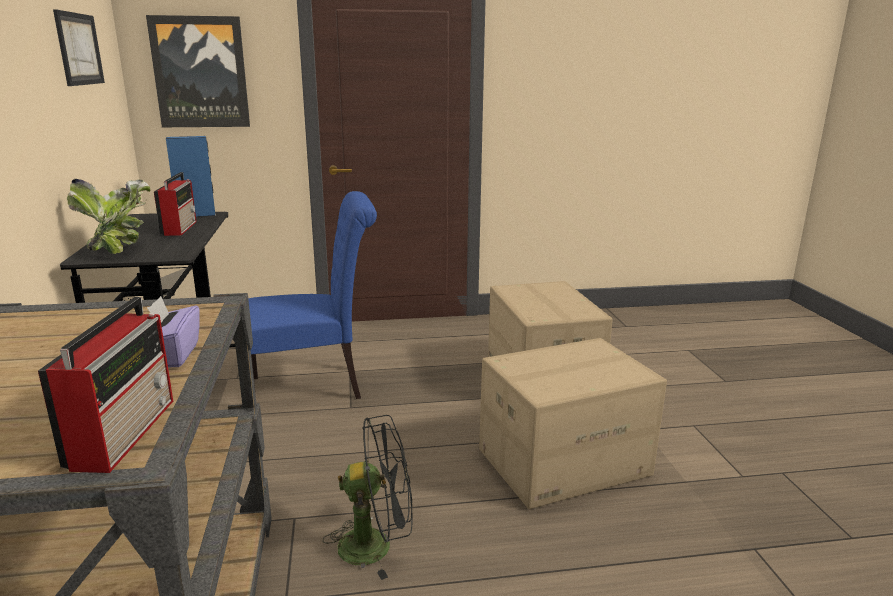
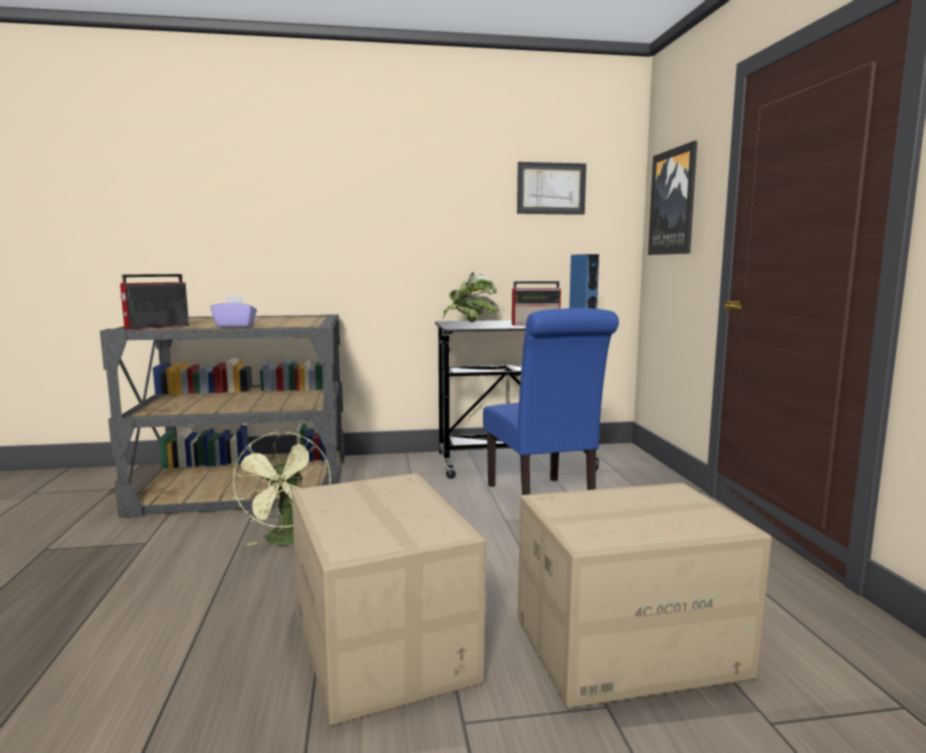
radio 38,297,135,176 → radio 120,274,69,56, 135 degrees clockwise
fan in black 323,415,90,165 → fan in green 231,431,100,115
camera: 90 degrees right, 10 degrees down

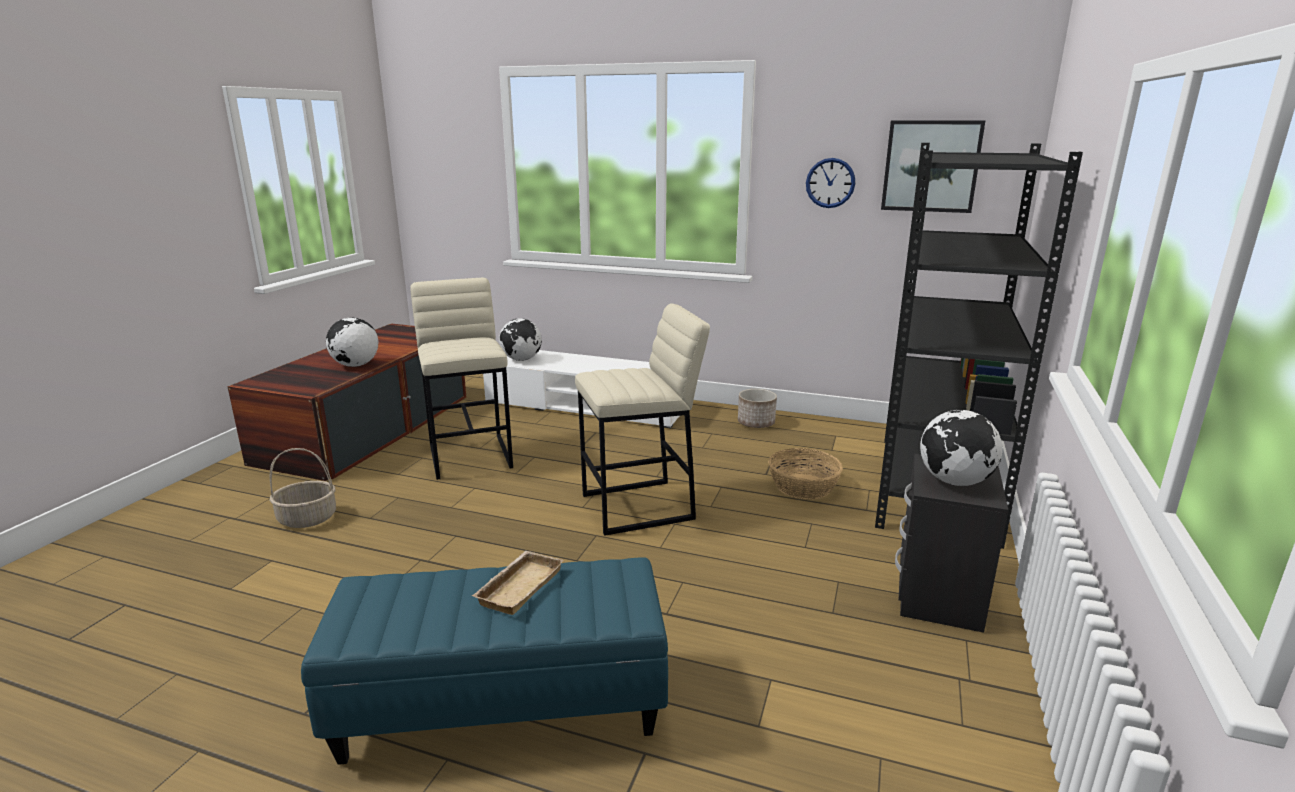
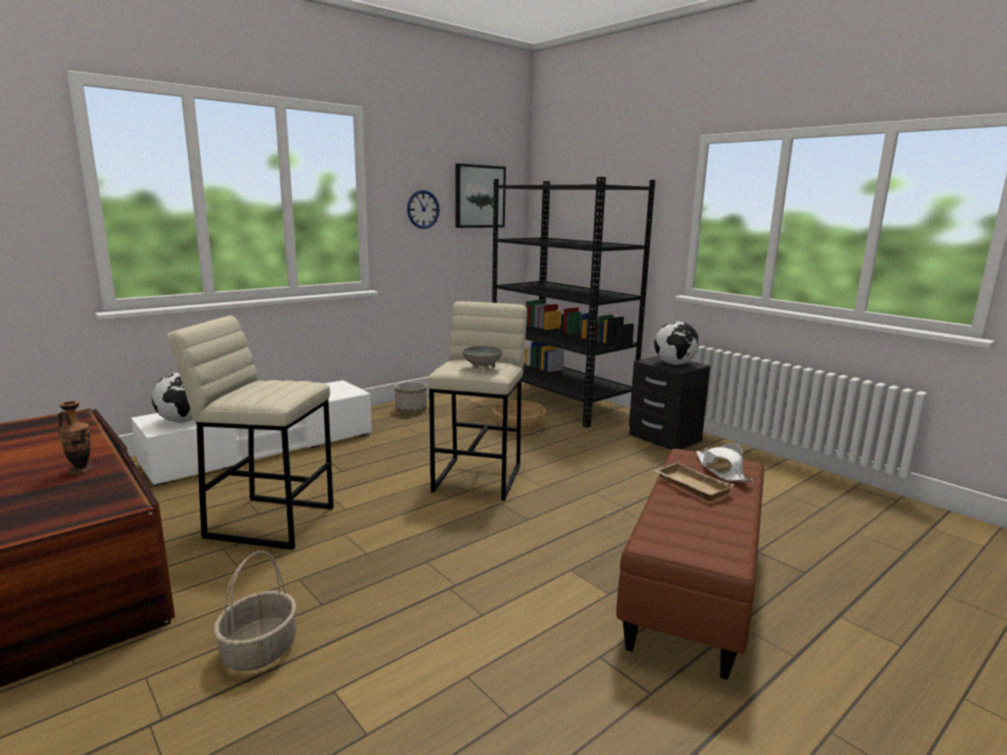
globe 326,317,52,50 → vase 58,401,35,74
ottoman in blue 301,557,367,208 → ottoman in brown 616,449,148,231
- → bowl in grey 462,346,41,24
- → hat in white 696,443,58,39
camera: 60 degrees left, 5 degrees down

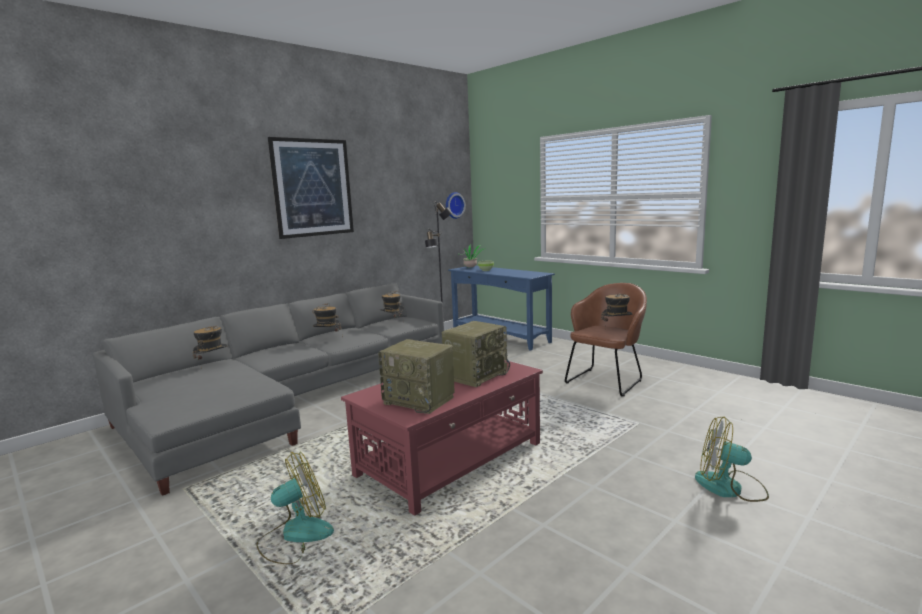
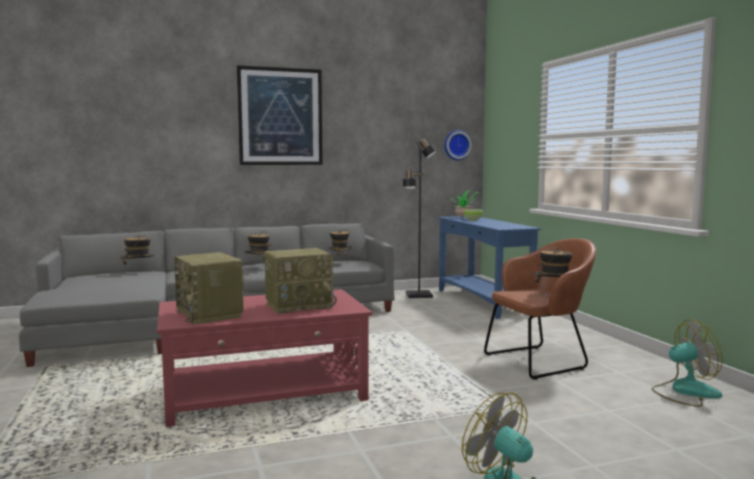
fan 256,452,78,112 → fan 652,320,71,87, shifted
camera: 25 degrees right, 5 degrees down

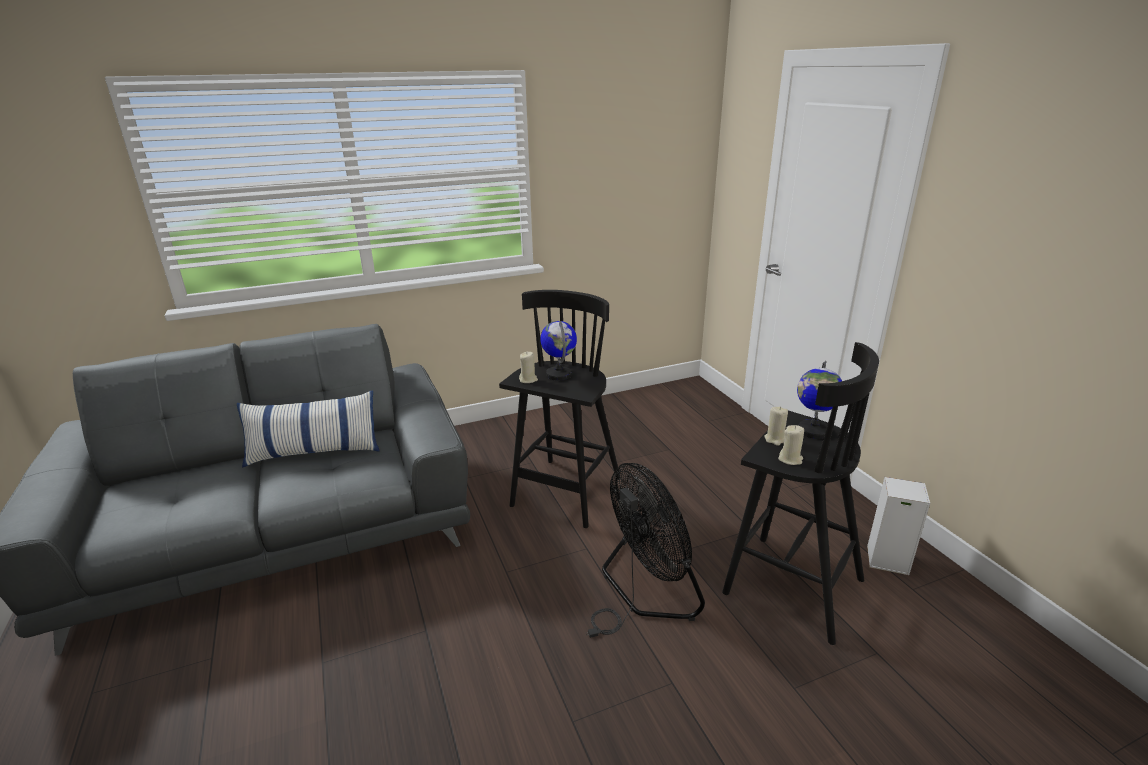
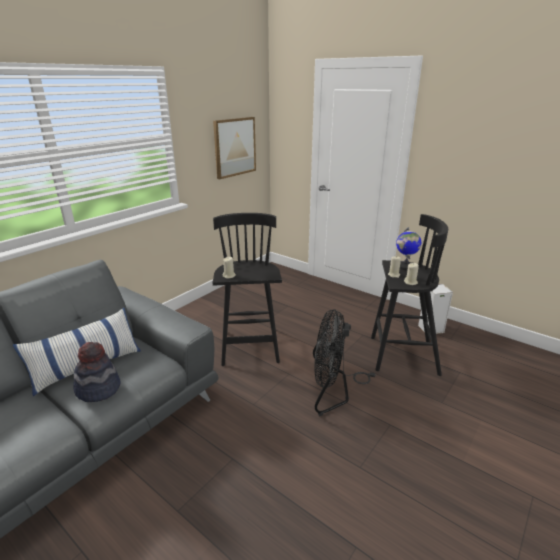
globe 540,321,37,60 → -
fan in black 586,463,119,175 → fan in black 313,309,63,107, 120 degrees counterclockwise
- → picture 213,117,43,62
- → hat 74,342,46,60
camera: 30 degrees left, 0 degrees up

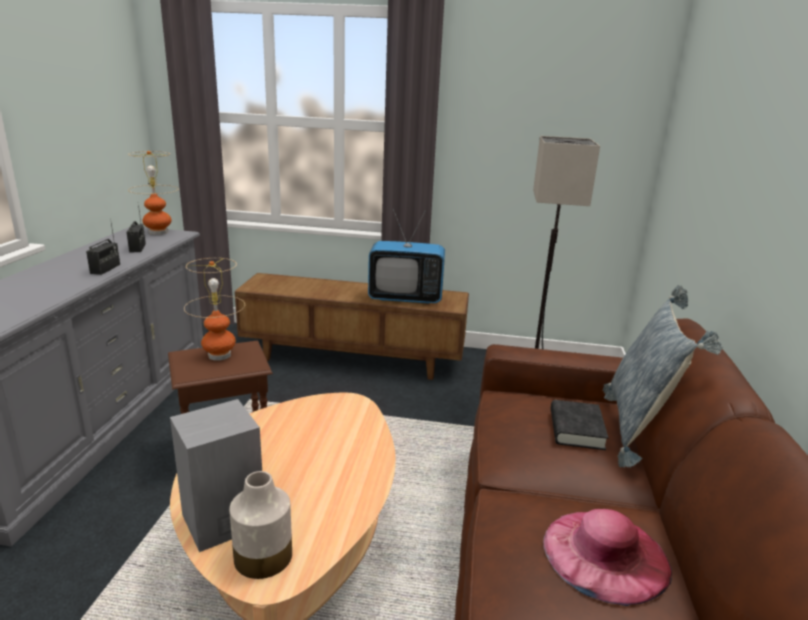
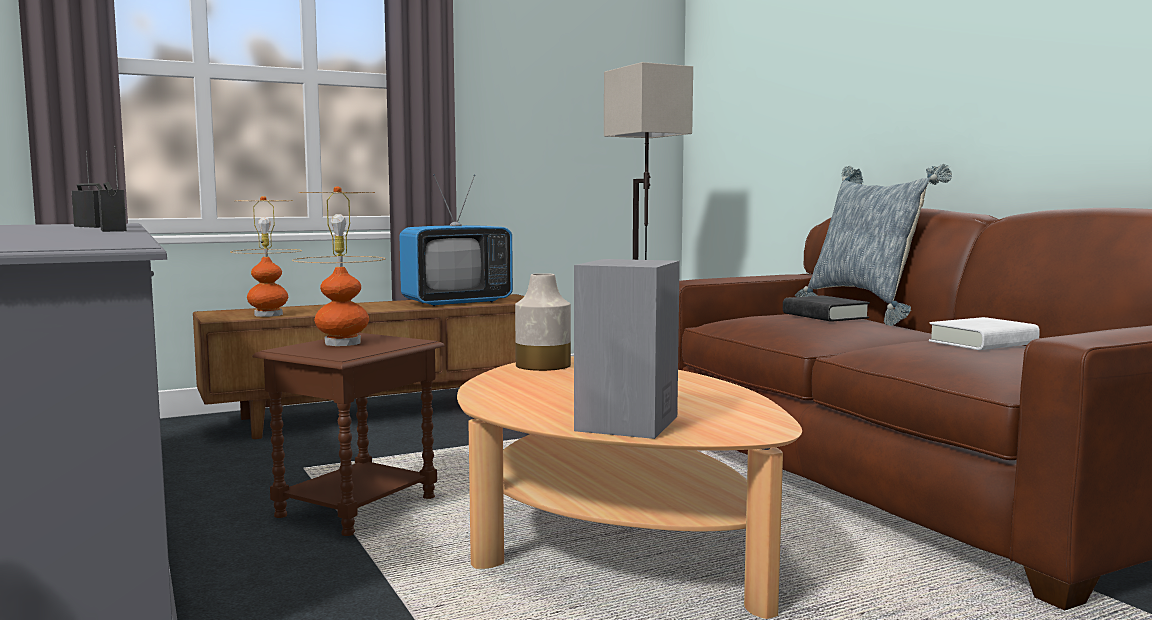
table lamp 128,151,51,84 → table lamp 230,196,72,121, shifted
vase in beige 229,471,63,108 → vase in beige 515,273,56,98, shifted
hat in pink 543,509,129,97 → book in white 929,317,111,33
camera: 35 degrees left, 15 degrees down

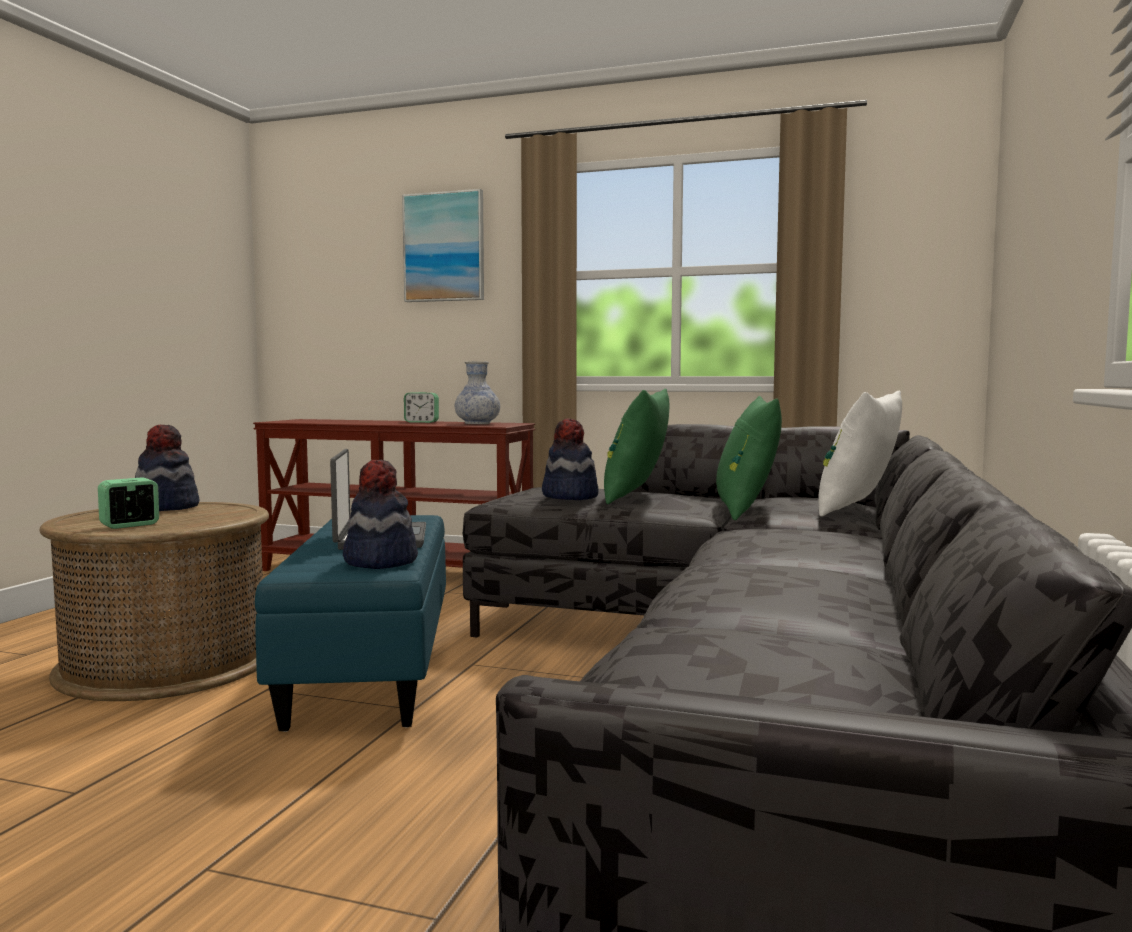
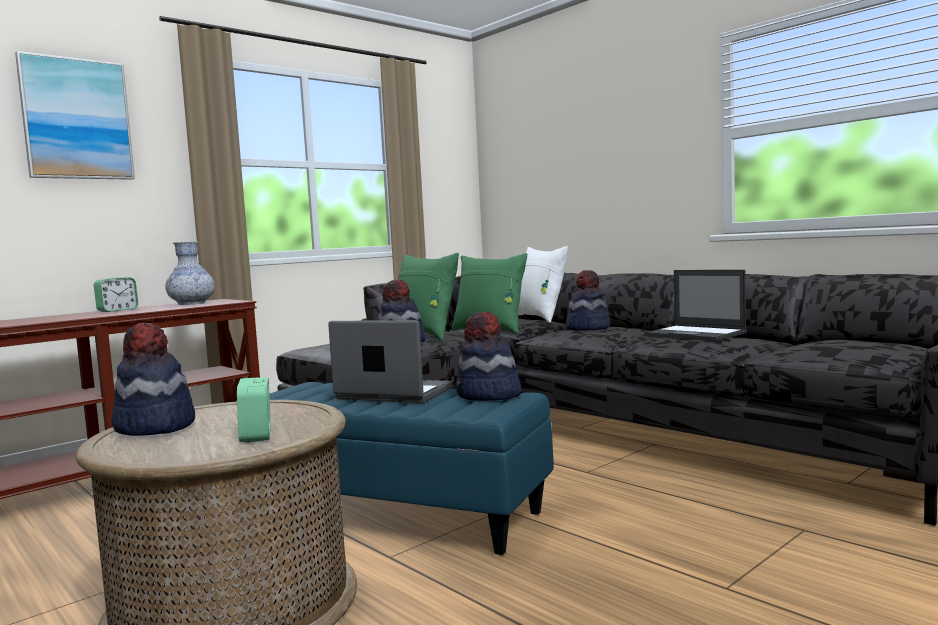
- → hat 566,270,44,61
- → laptop 644,270,103,71
camera: 60 degrees left, 0 degrees up

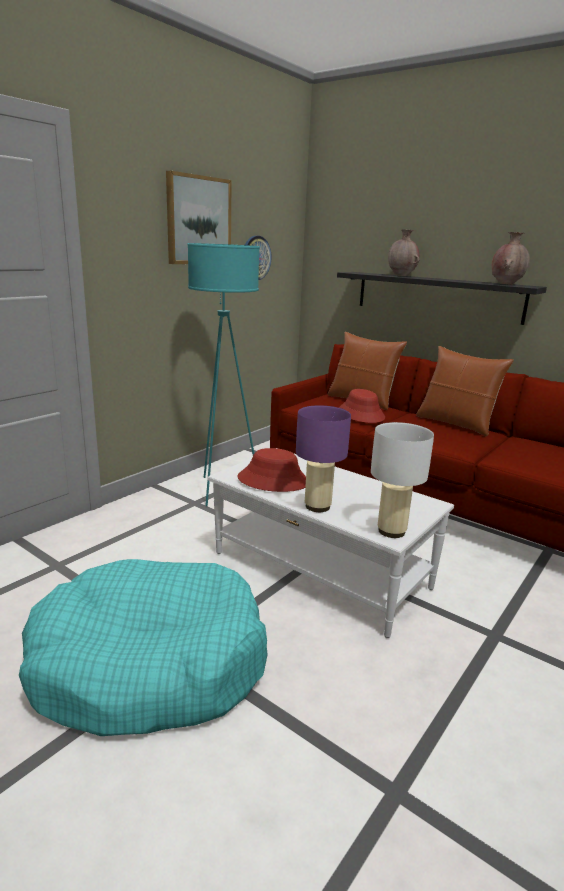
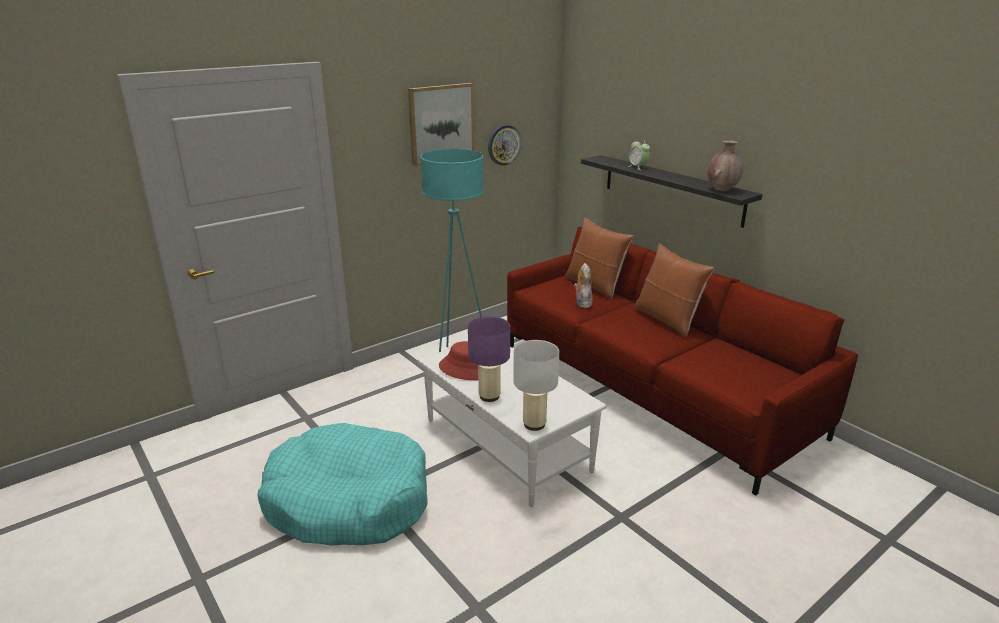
vase in brown 388,229,31,47 → alarm clock 628,139,22,31
hat in red 339,389,46,34 → plush toy 574,263,19,45
camera: 15 degrees right, 5 degrees up

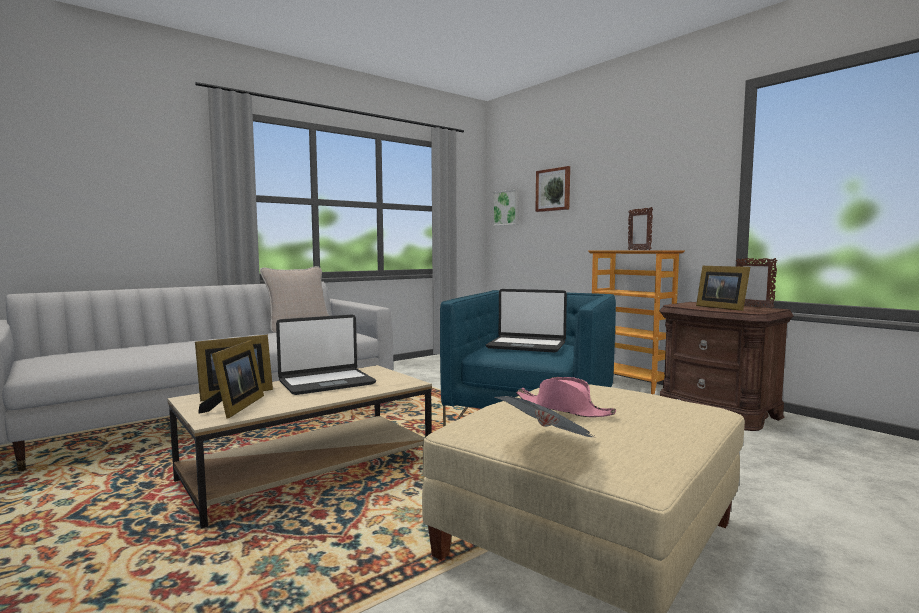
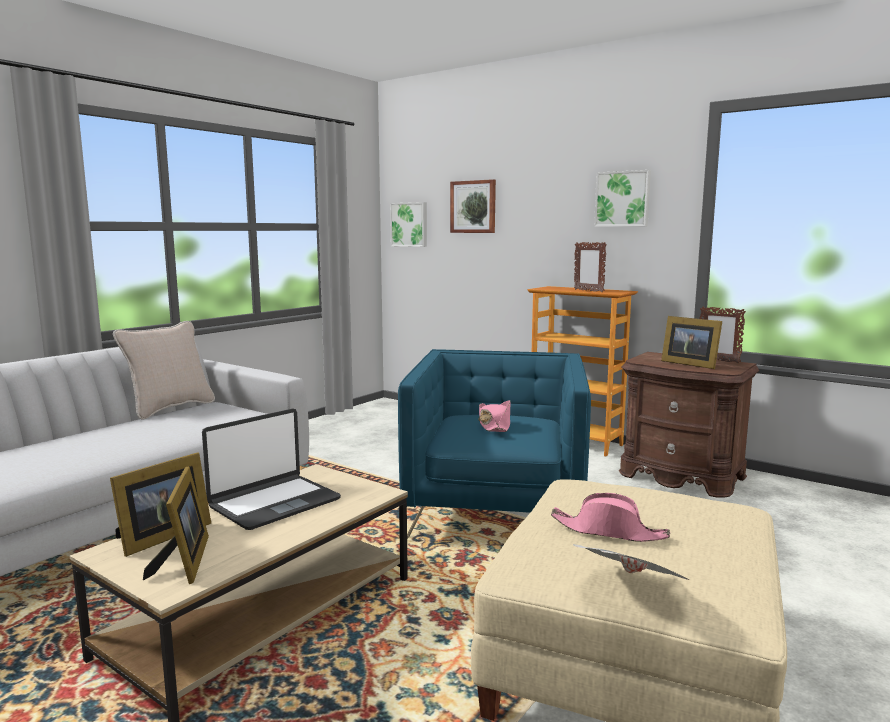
laptop 486,289,81,64 → hat in pink 478,400,33,32
- → picture 594,170,57,57
camera: 15 degrees left, 5 degrees up

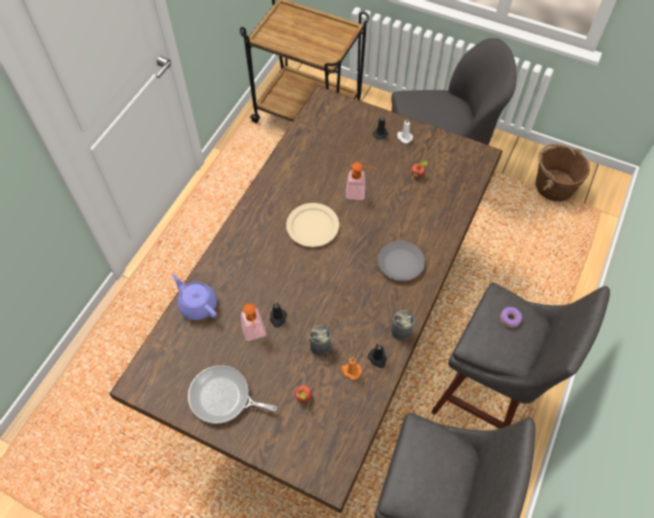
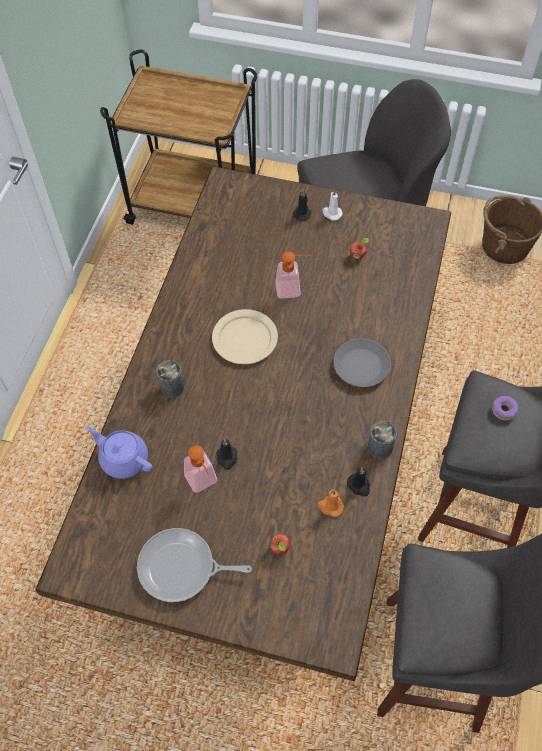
can 310,325,21,31 → can 157,360,27,38, shifted
camera: 10 degrees left, 0 degrees up

